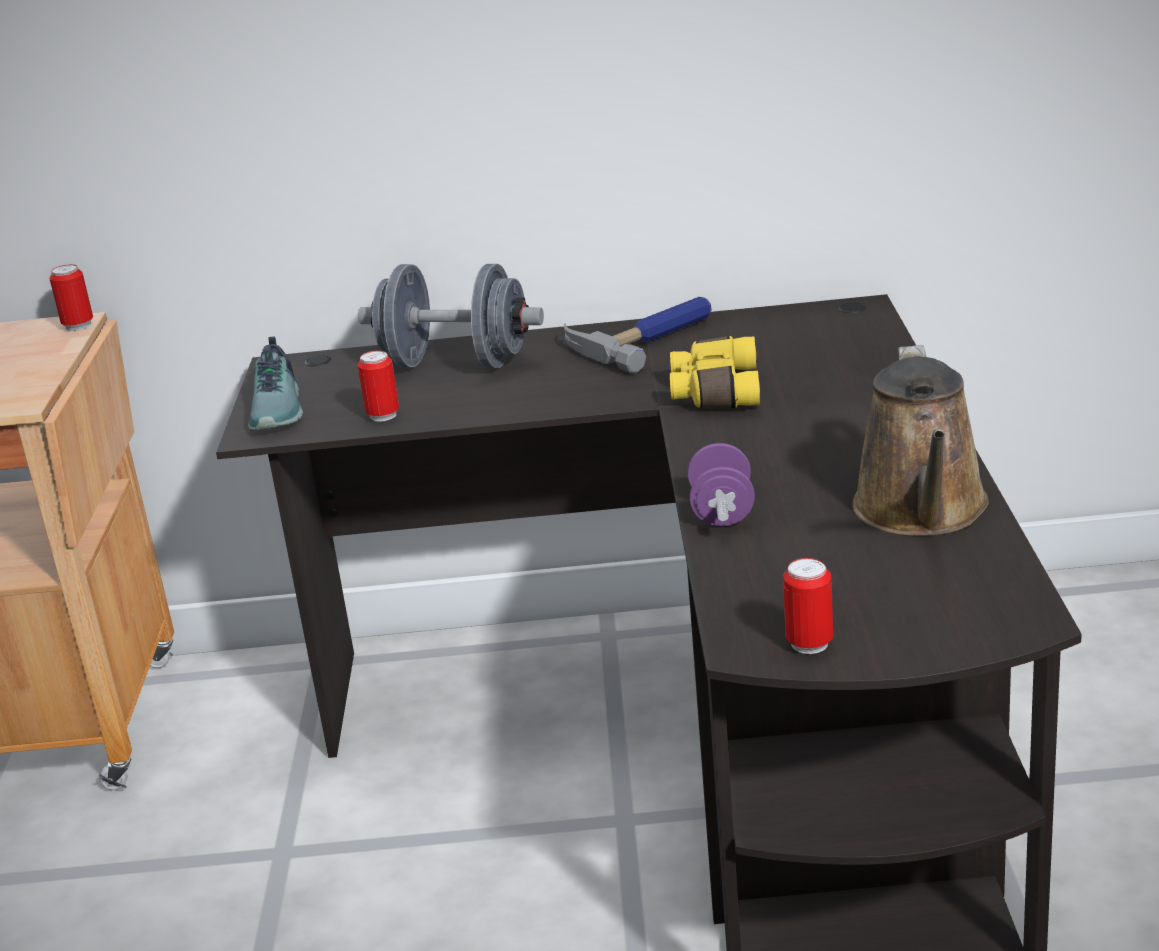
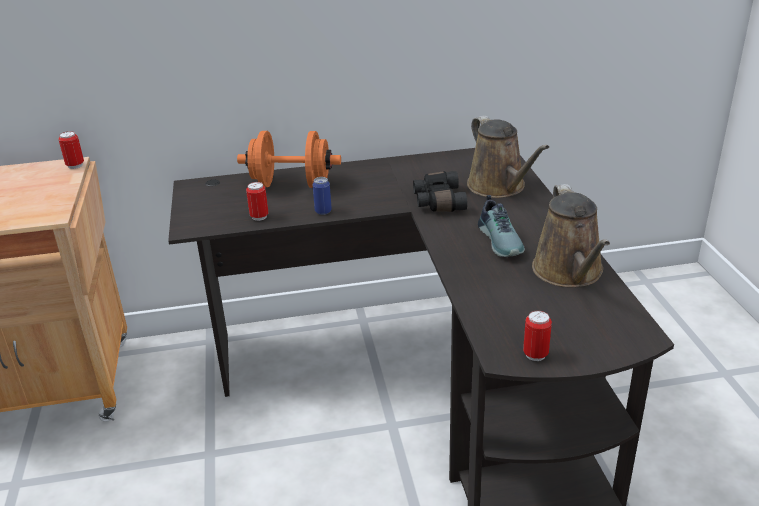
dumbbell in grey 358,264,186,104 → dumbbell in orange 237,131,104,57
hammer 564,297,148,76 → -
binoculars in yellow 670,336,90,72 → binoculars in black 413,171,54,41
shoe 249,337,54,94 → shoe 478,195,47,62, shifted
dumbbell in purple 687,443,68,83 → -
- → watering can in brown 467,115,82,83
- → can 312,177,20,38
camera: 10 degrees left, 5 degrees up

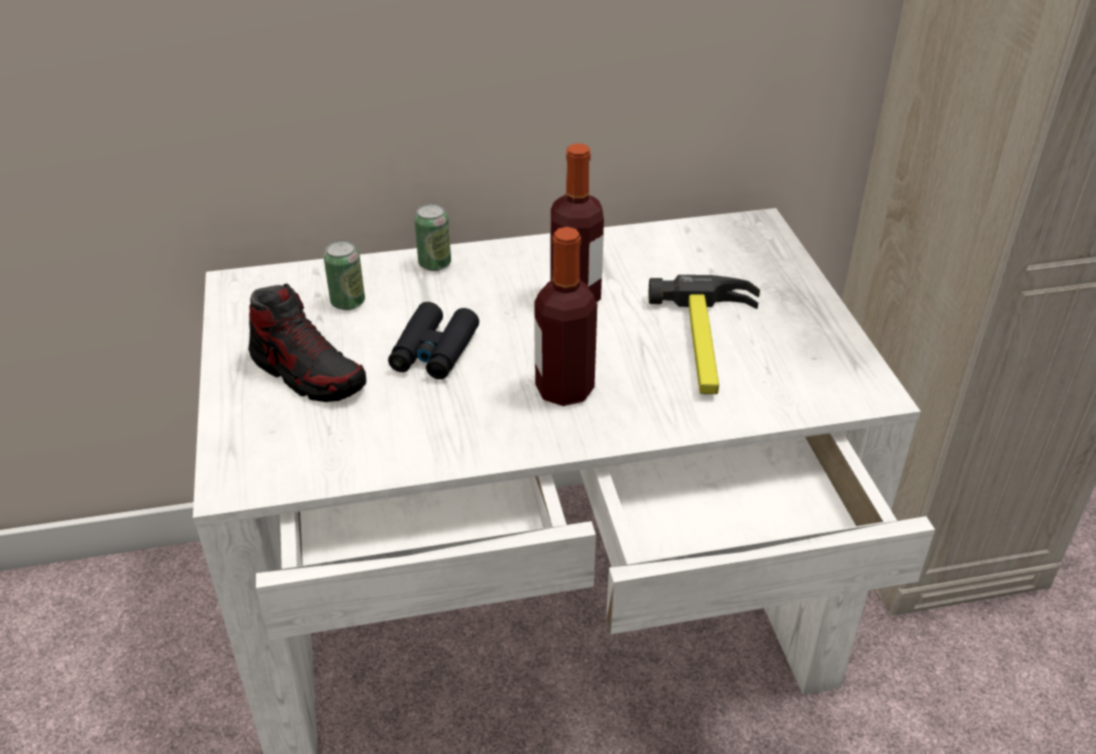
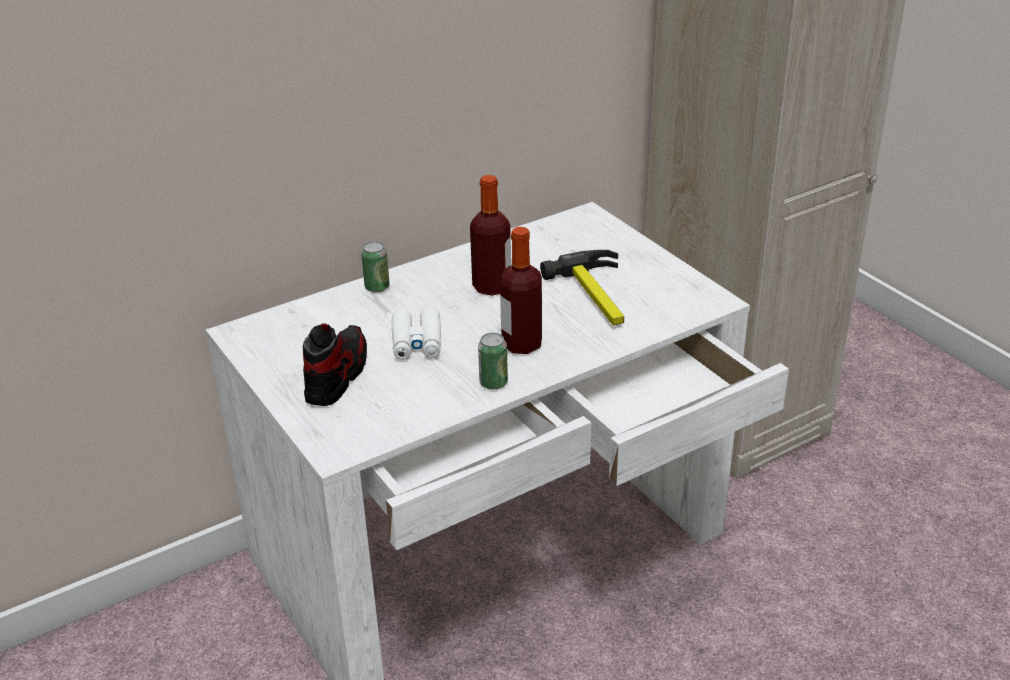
can 324,240,41,70 → can 478,333,30,57, shifted
shoe 248,283,118,119 → shoe 303,323,64,83, 90 degrees counterclockwise
binoculars in black 388,302,91,77 → binoculars in white 392,307,49,53
camera: 20 degrees left, 5 degrees down

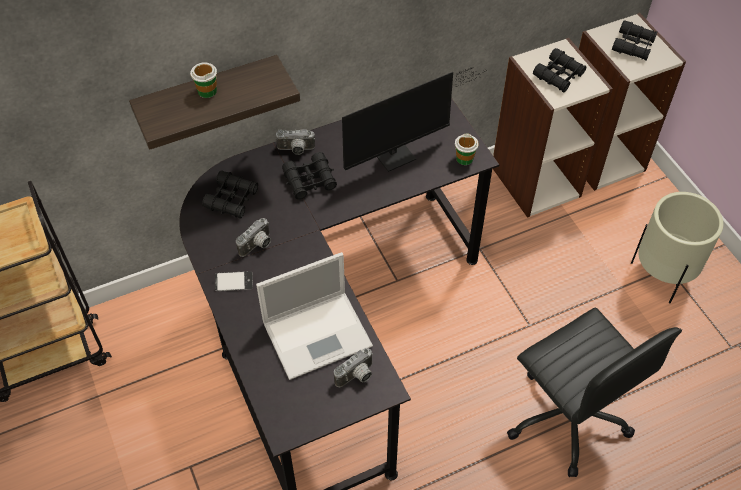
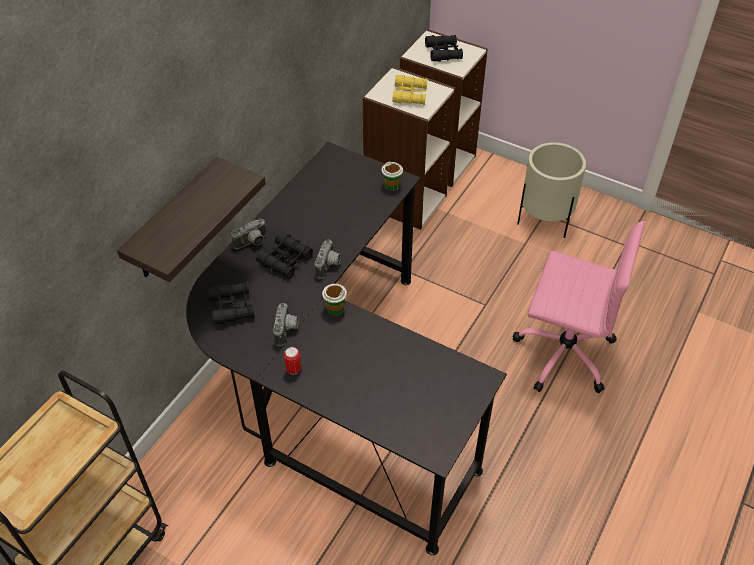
binoculars in black 533,48,53,44 → binoculars in yellow 392,75,36,30
cup 190,62,27,36 → cup 322,284,25,31, shifted
monitor 342,68,137,104 → -
laptop 256,252,117,128 → -
phone 215,271,38,20 → can 284,347,17,28
office chair in black 507,308,175,169 → office chair in pink 513,221,132,172
photo camera 334,348,39,39 → photo camera 315,240,26,39, shifted
camera: 35 degrees left, 5 degrees down

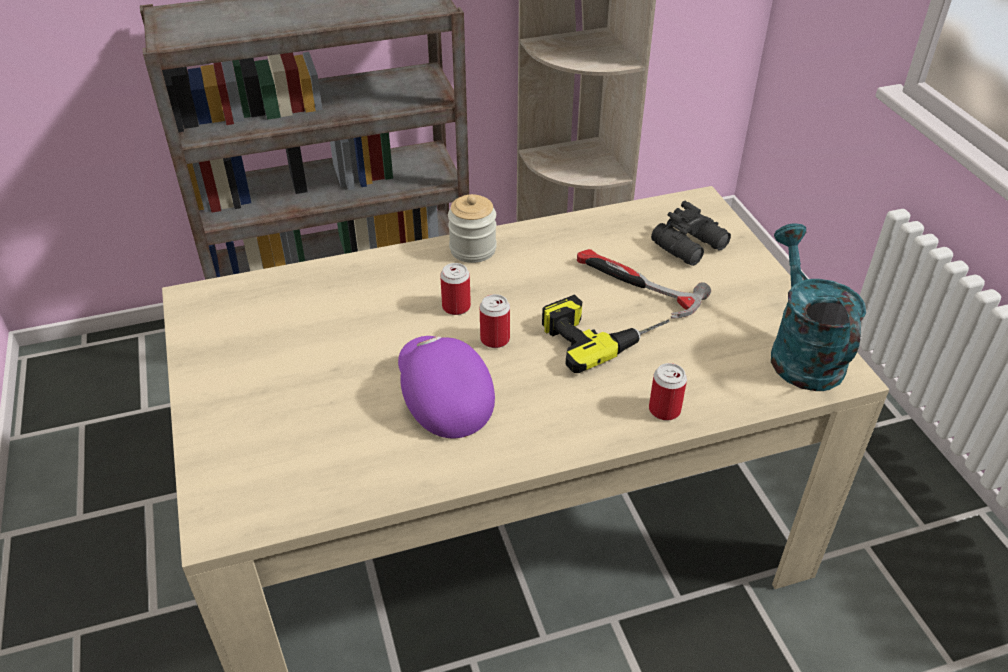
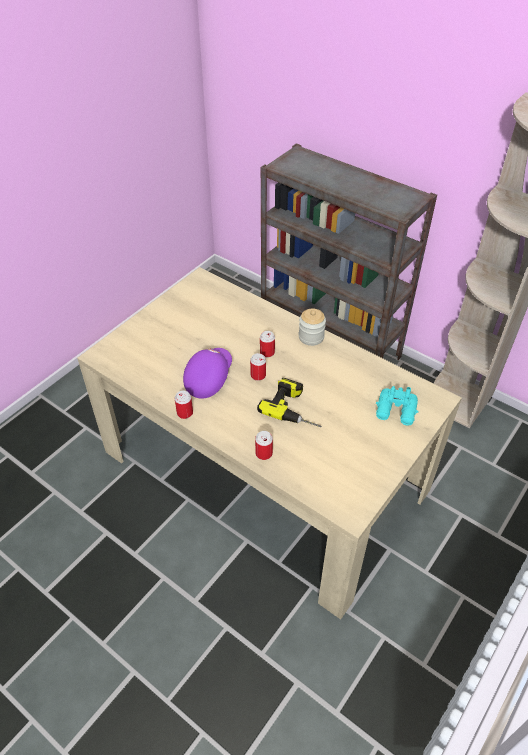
binoculars in black 651,200,80,66 → binoculars in turquoise 376,386,43,39
watering can in turquoise 771,223,95,168 → -
hammer 577,249,134,69 → -
- → can 175,390,18,29
camera: 55 degrees right, 5 degrees up

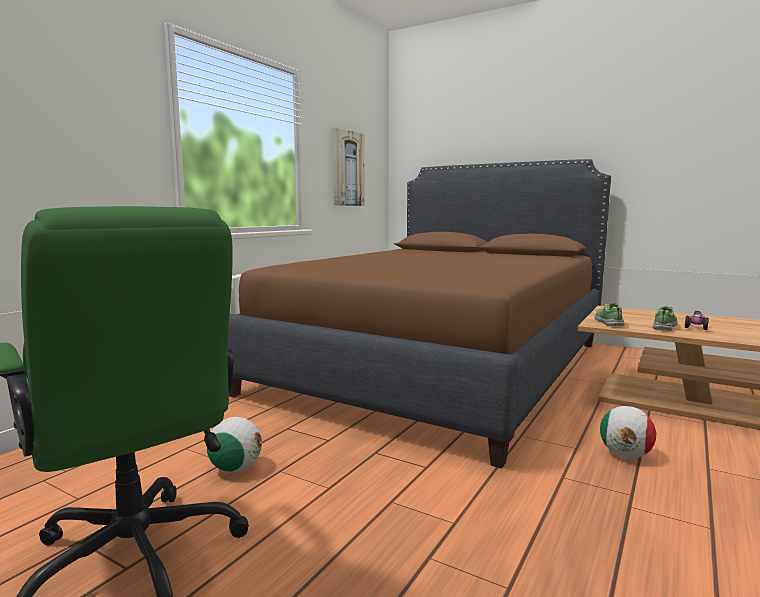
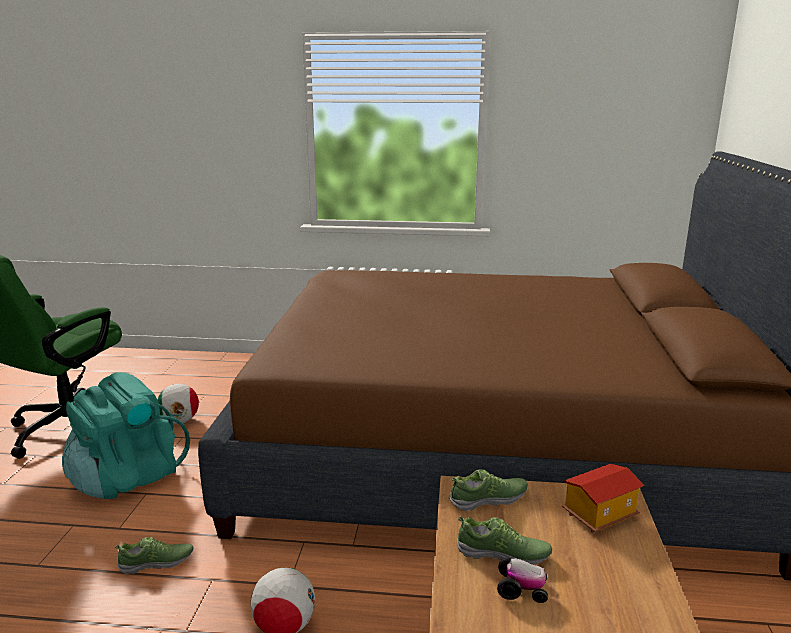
picture 333,128,32,78 → -
- → backpack in turquoise 62,372,128,127
- → toy house 562,464,83,69
- → shoe 115,537,78,37
camera: 65 degrees right, 10 degrees up

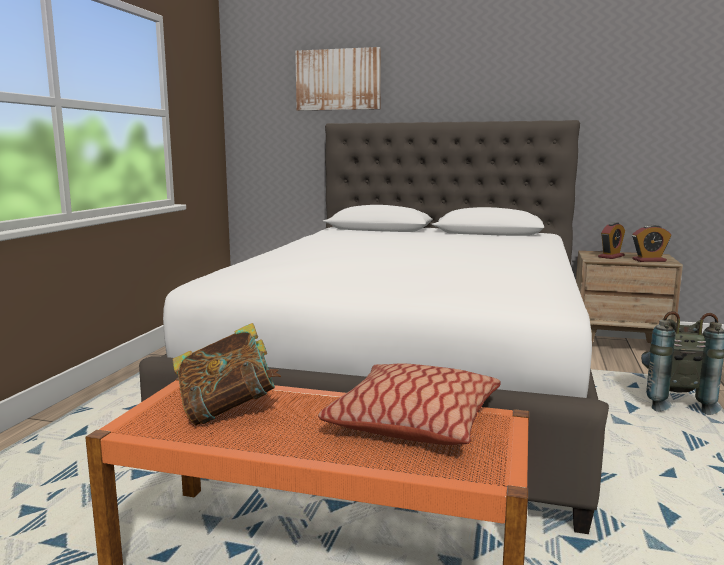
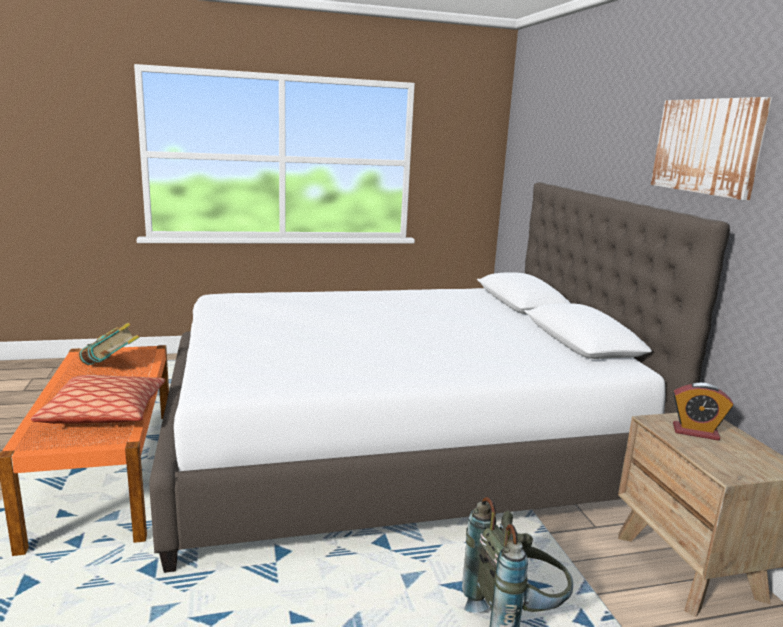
picture 295,47,86,64 → picture 651,97,121,103, shifted
alarm clock 632,225,39,37 → -
camera: 60 degrees right, 5 degrees up

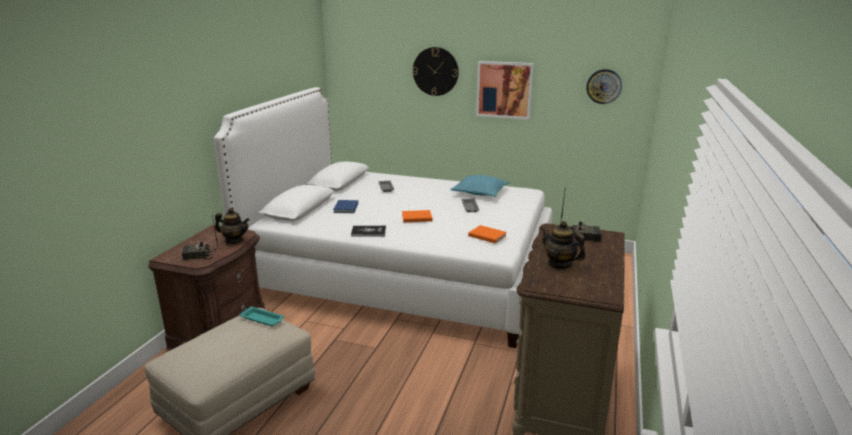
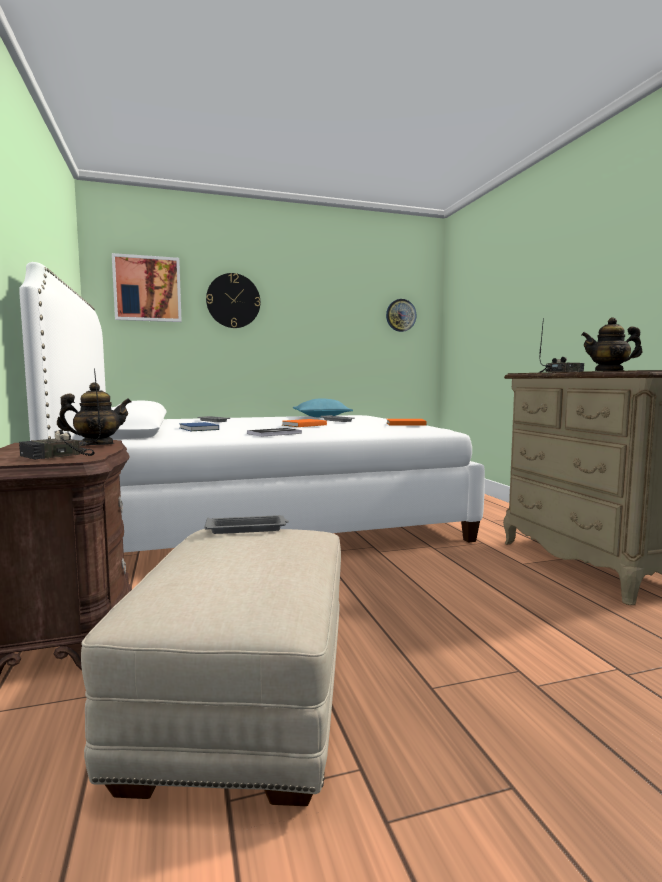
picture 476,61,58,59 → picture 112,253,70,69, shifted
tray in turquoise 239,306,45,20 → tray in grey 204,515,85,19
camera: 35 degrees left, 15 degrees down

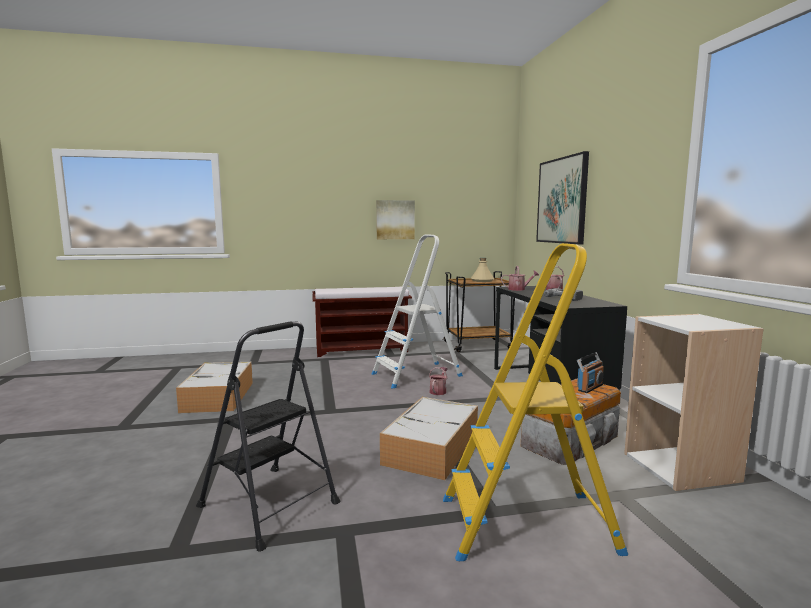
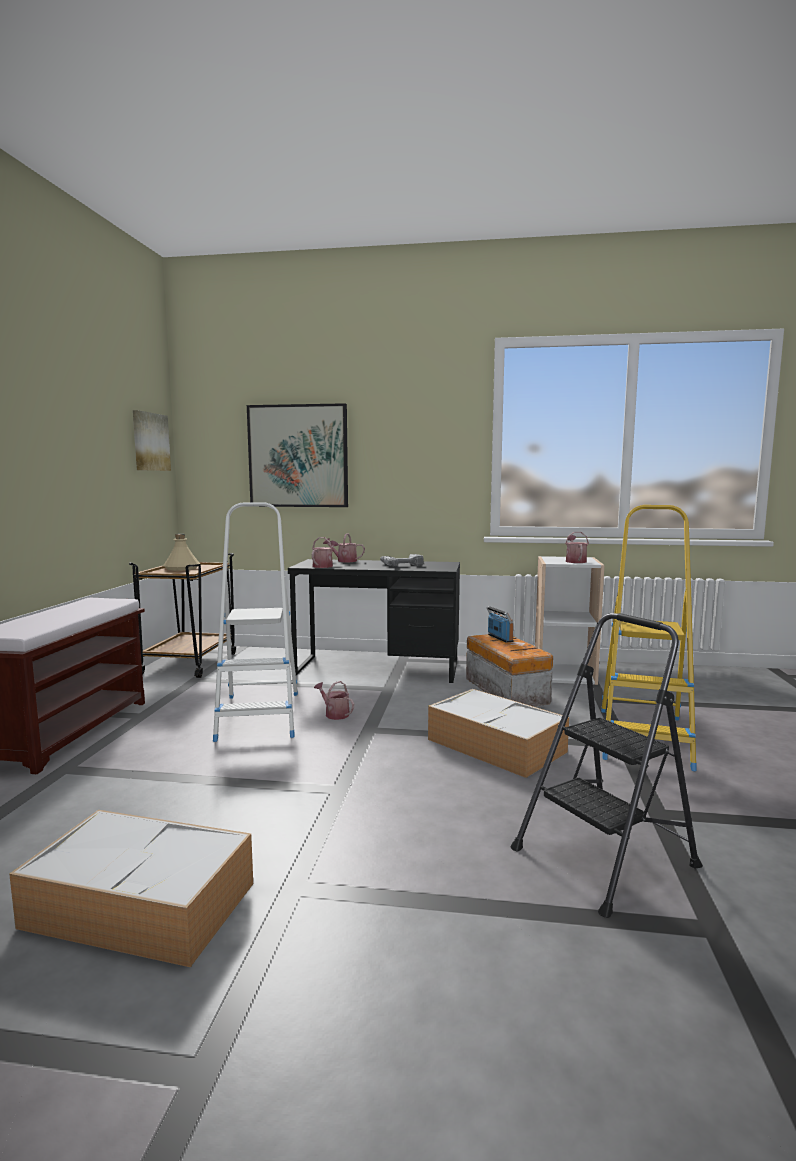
picture 376,200,39,39 → picture 133,410,38,61, shifted
- → watering can 565,532,24,31
camera: 70 degrees left, 0 degrees up

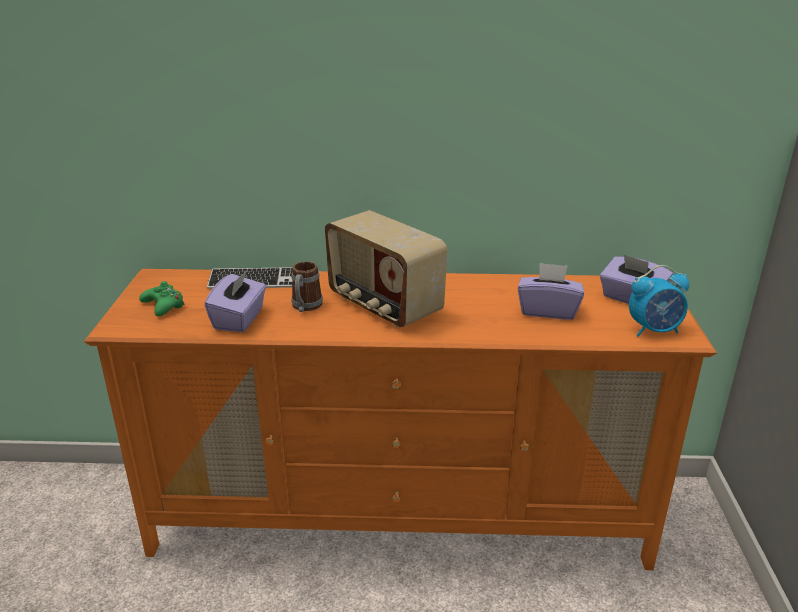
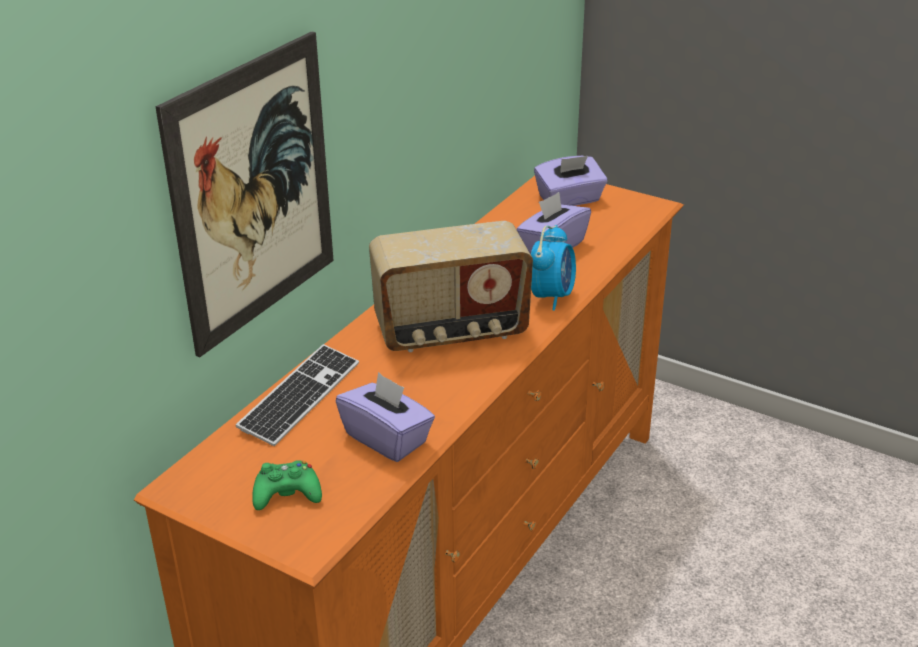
mug 291,261,32,51 → -
alarm clock 629,265,60,72 → alarm clock 531,225,45,86, shifted
- → picture 156,31,178,326
camera: 60 degrees left, 5 degrees up

